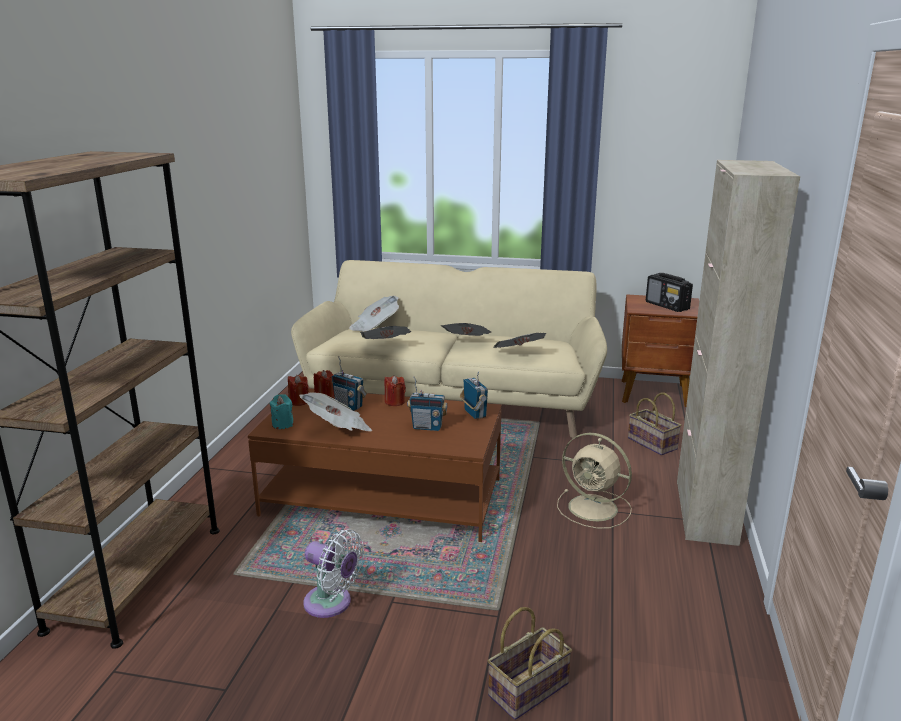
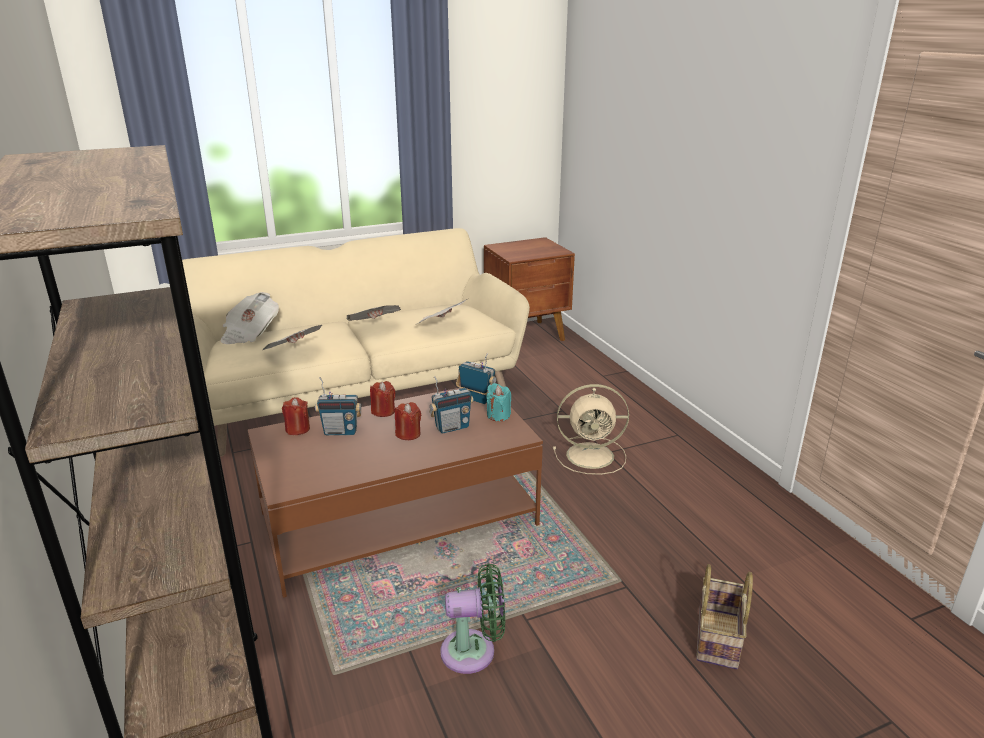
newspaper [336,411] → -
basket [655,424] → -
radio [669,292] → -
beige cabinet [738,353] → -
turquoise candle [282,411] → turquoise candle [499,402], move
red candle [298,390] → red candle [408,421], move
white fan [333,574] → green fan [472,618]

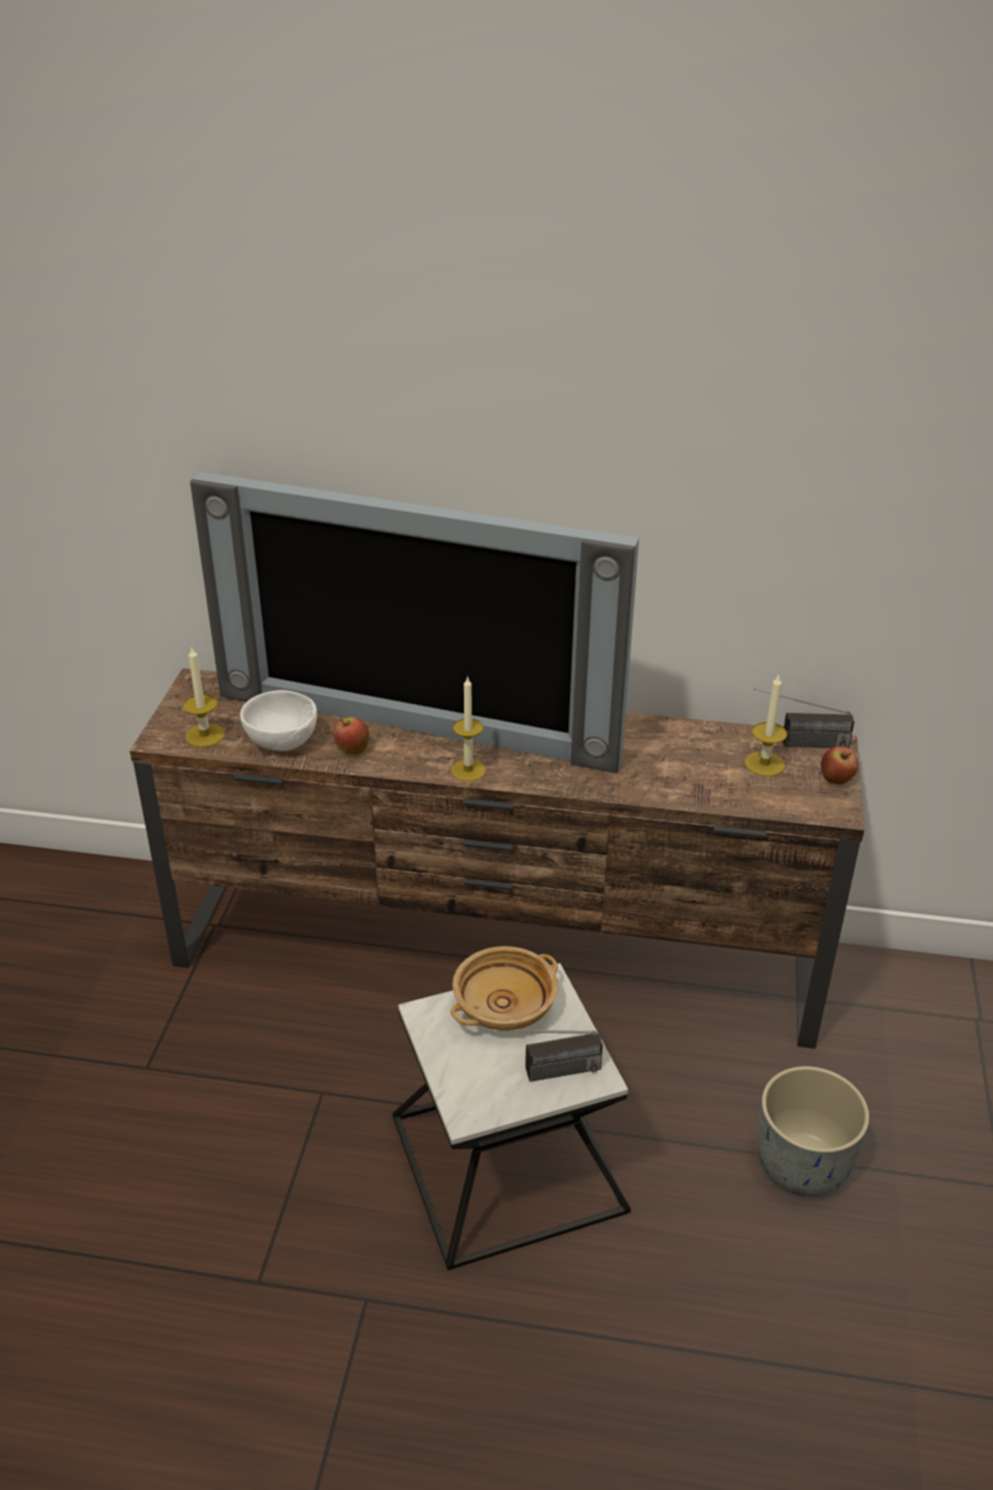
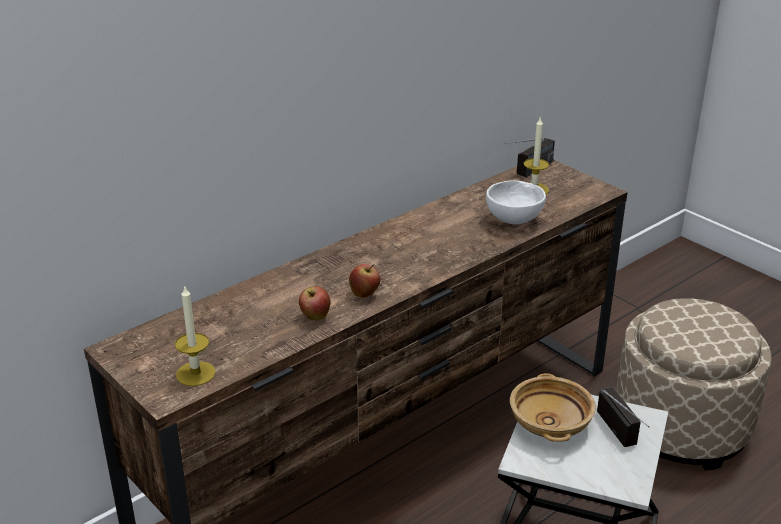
television [414,622] → -
candle [468,729] → -
white bowl [278,720] → white bowl [516,202], move
apple [839,765] → apple [365,281], move
grey planter [813,1131] → beige ottoman [693,384]
radio [544,1056] → radio [623,417], 45 degrees counterclockwise

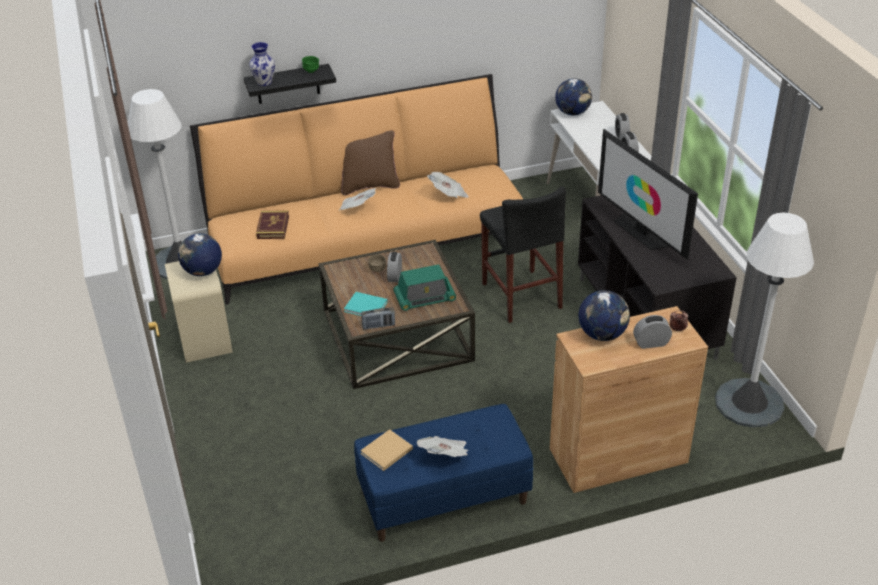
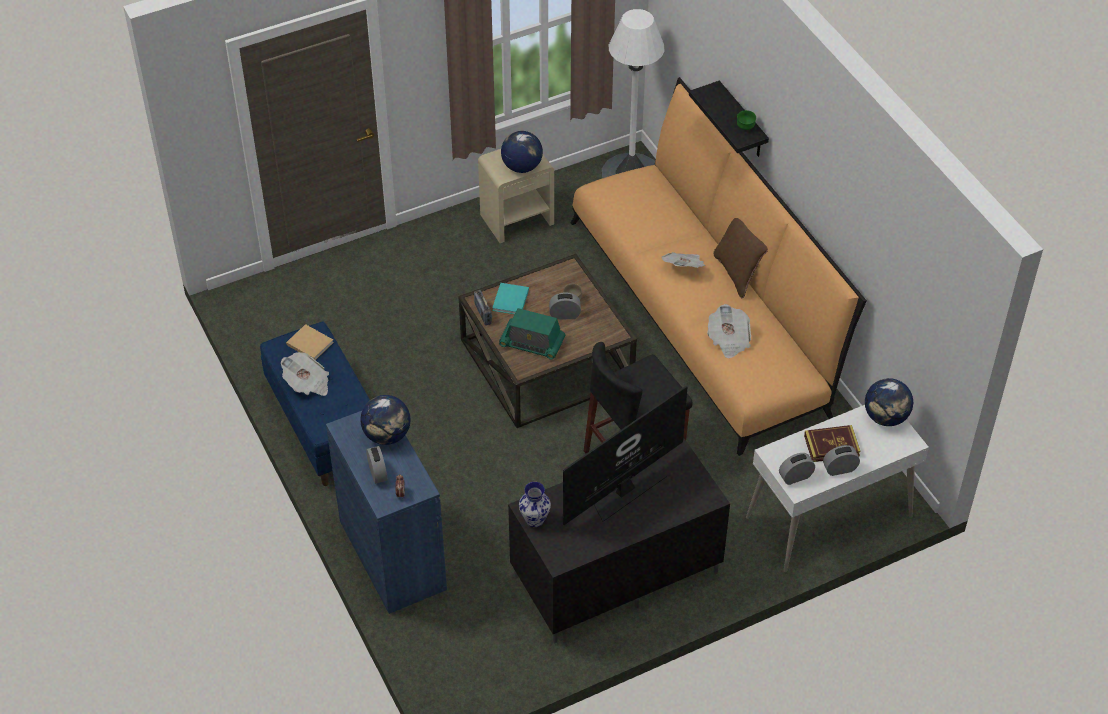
white floor lamp [764,320] → -
vase [262,64] → vase [535,504], move
book [272,224] → book [832,443], move
brown cabinet [629,399] → blue cabinet [386,512]
radio [424,287] → radio [532,334], 45 degrees counterclockwise

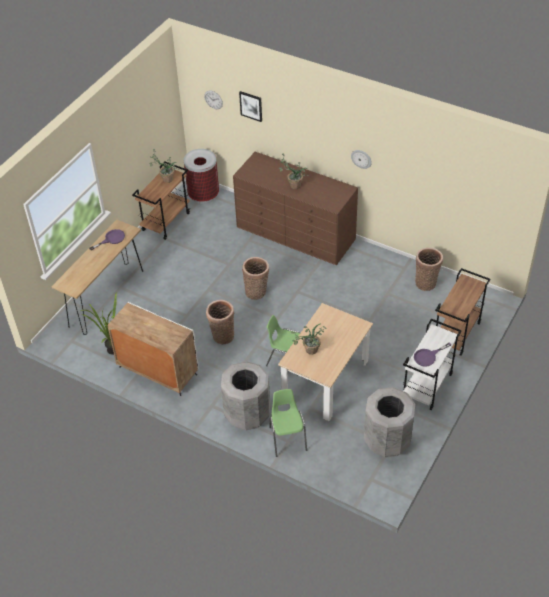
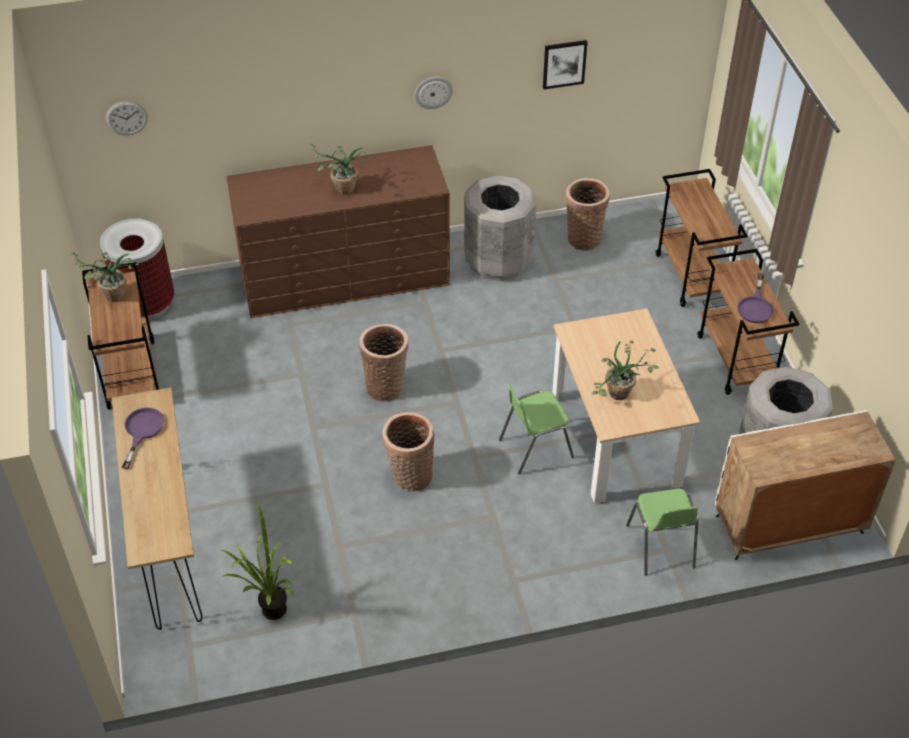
white cabinet [153,349] → white cabinet [805,485], move
grey trash can [245,396] → grey trash can [500,228], move
picture [250,106] → picture [565,64], move
white cart [432,364] → brown cart [748,322]
green chair [288,423] → green chair [662,532], 135 degrees counterclockwise

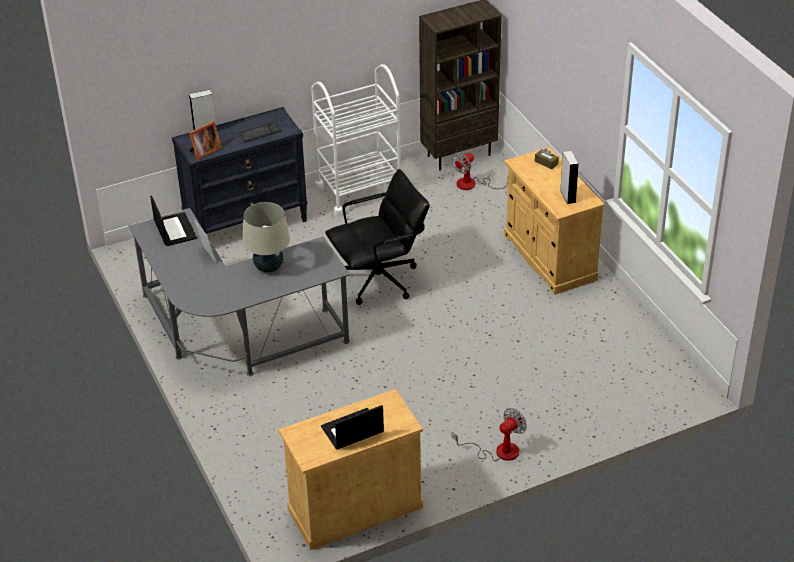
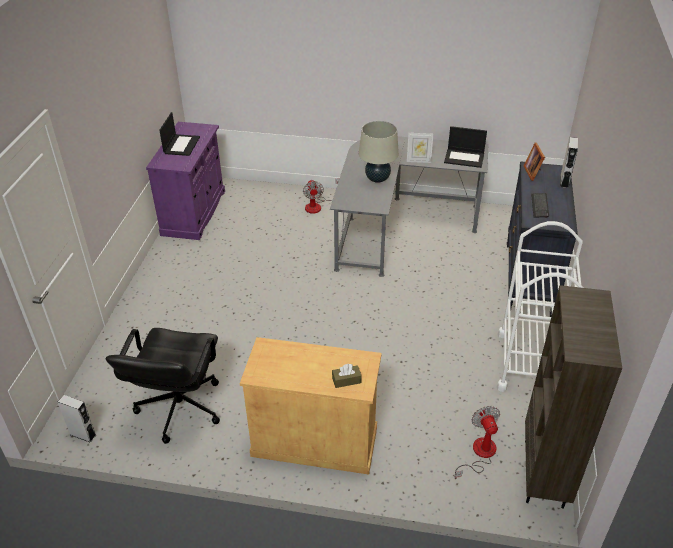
black office chair [377,237] → black office chair [163,386], move
fan [489,434] → fan [321,196], move
grey speaker [569,177] → grey speaker [77,419], move
beige cabinet [350,469] → purple cabinet [185,181]

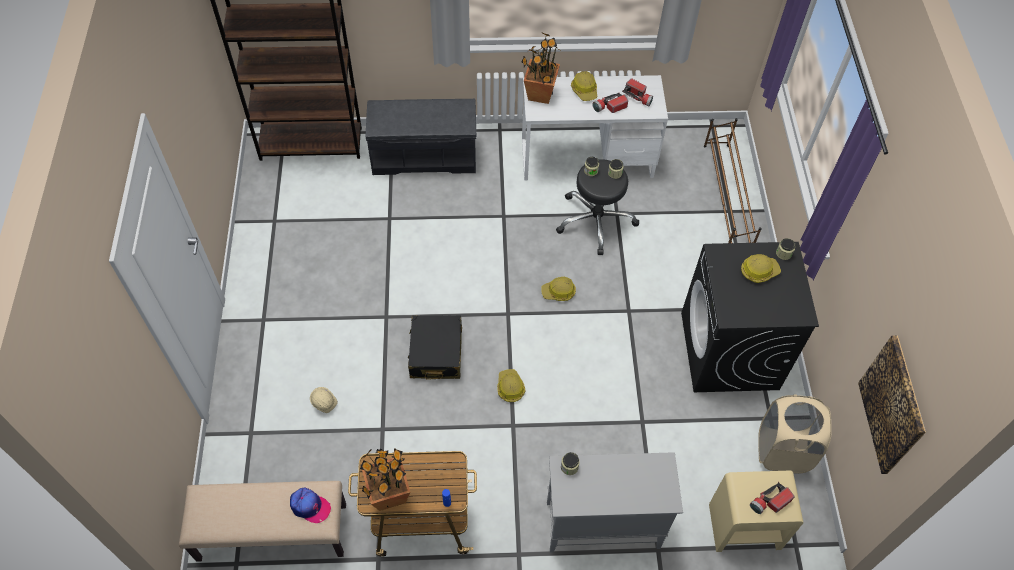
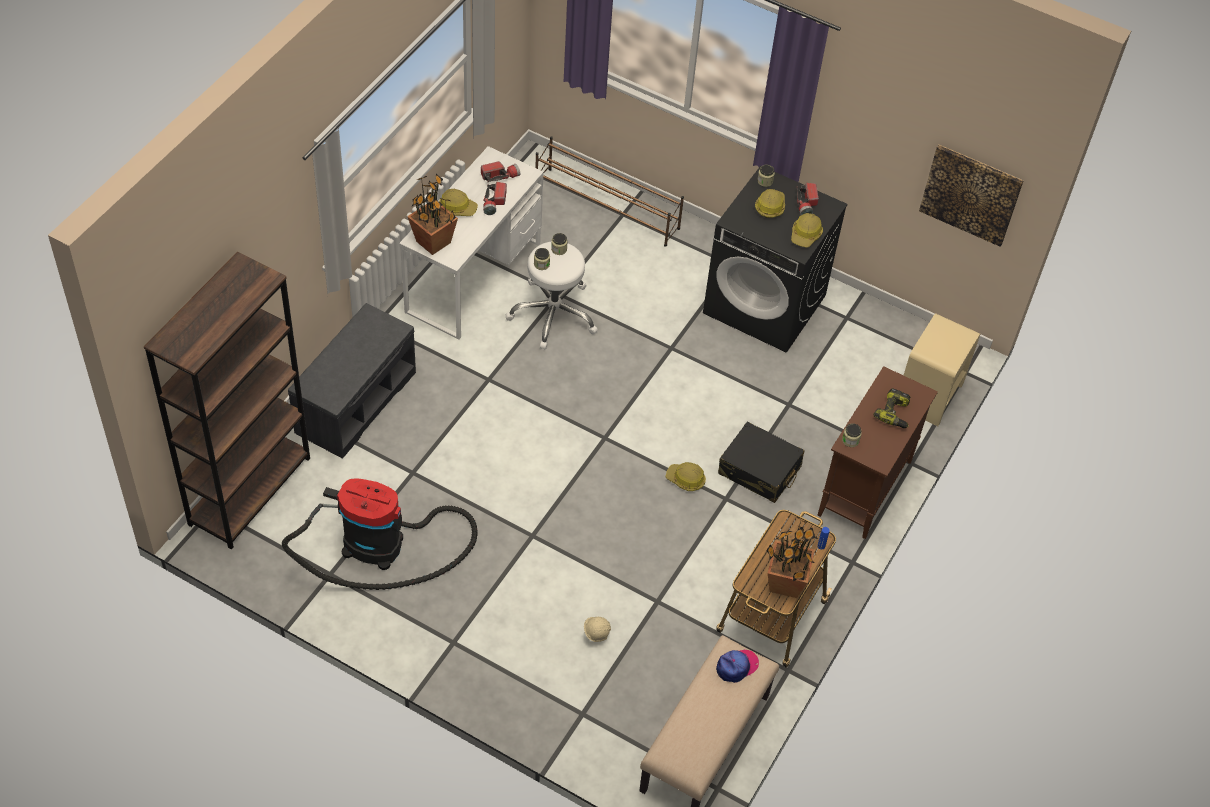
beige laundry basket [795,434] → -
- → vacuum cleaner [380,534]
- → power drill [891,408]
black suitcase [435,347] → black suitcase [761,462], move
hard hat [558,289] → hard hat [807,230], move
flashlight [772,498] → flashlight [807,199], move
grey cabinet [615,502] → brown cabinet [878,452]
black stool [597,207] → white stool [552,295]

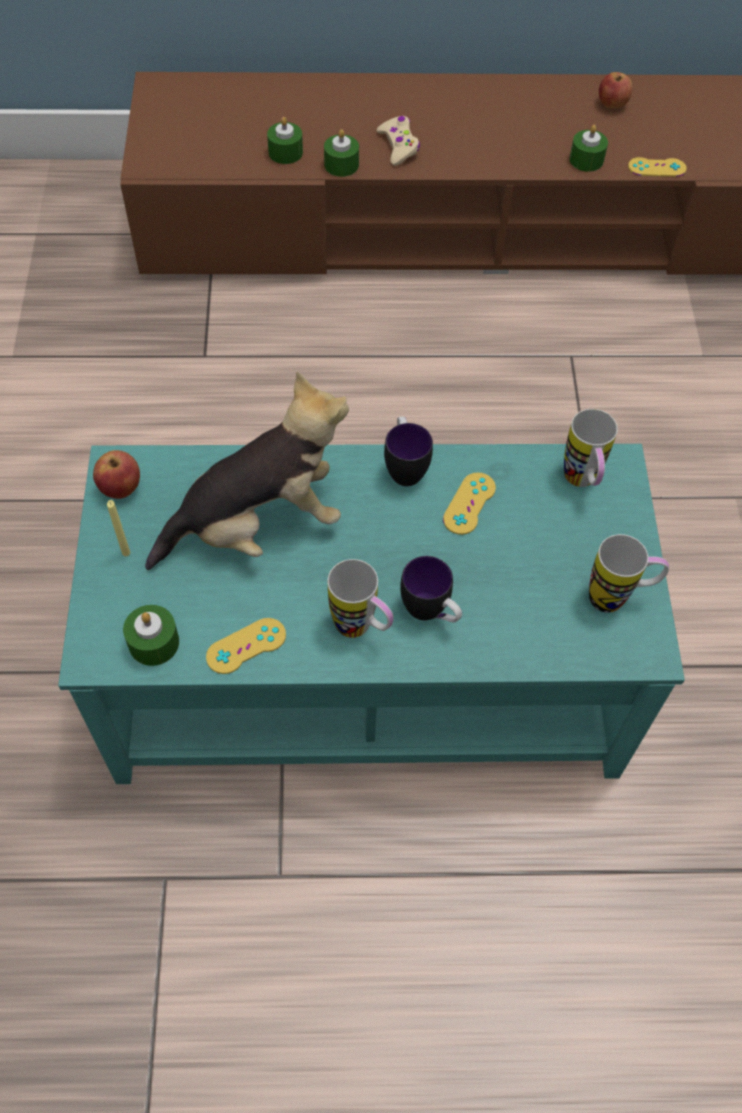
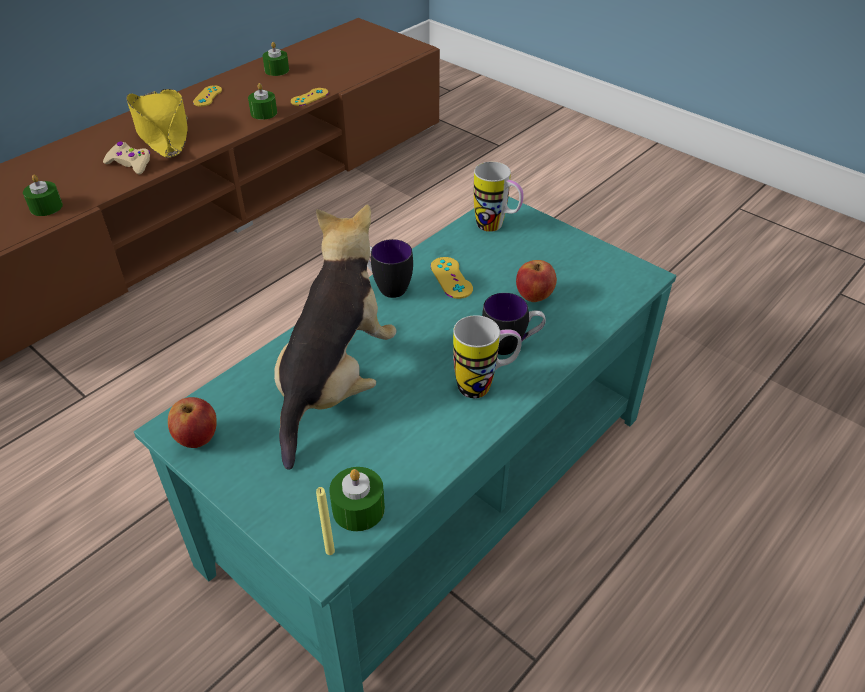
mug [629,573] → -
- → yellow hat [157,123]
yellow candle [118,528] → yellow candle [325,521], move
yellow game controller [246,646] → yellow game controller [207,96], move
green candle [341,153] → green candle [276,59], move
apple [615,90] → apple [536,281], move

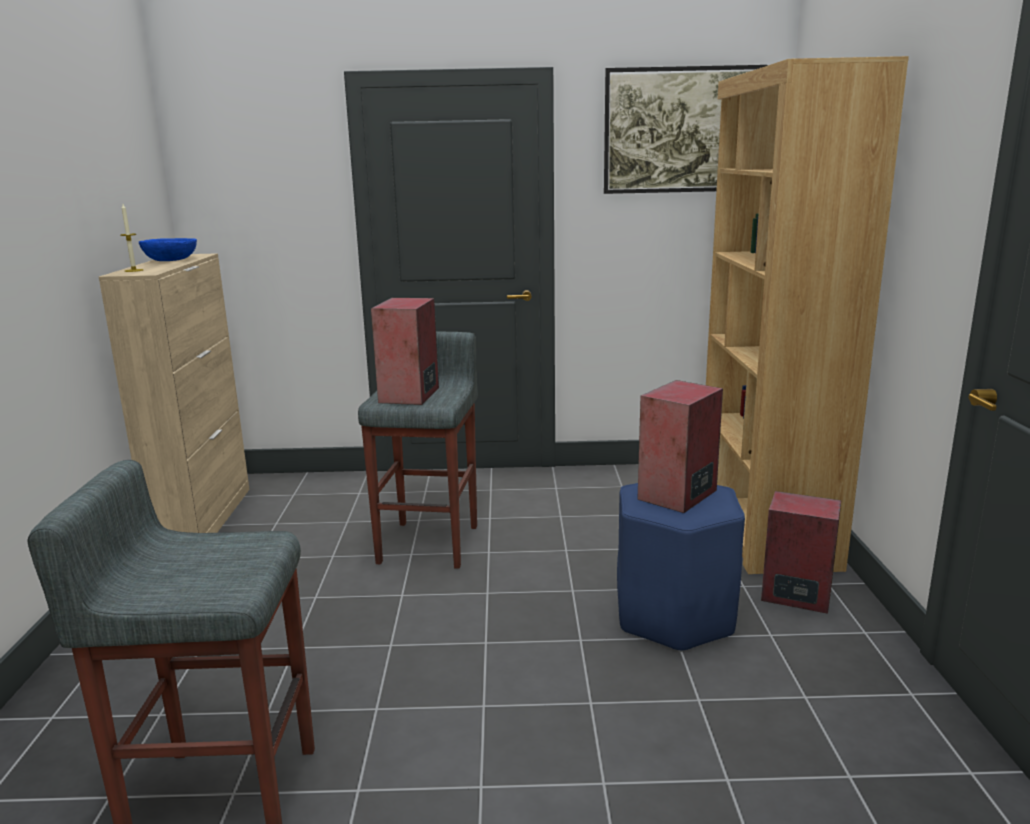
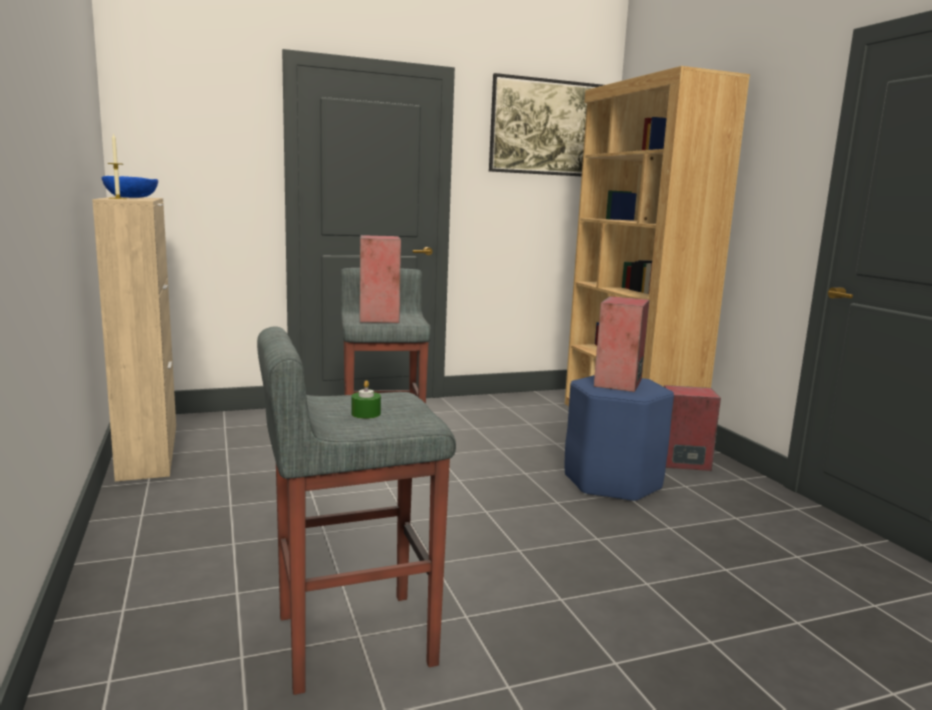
- → green candle [366,399]

